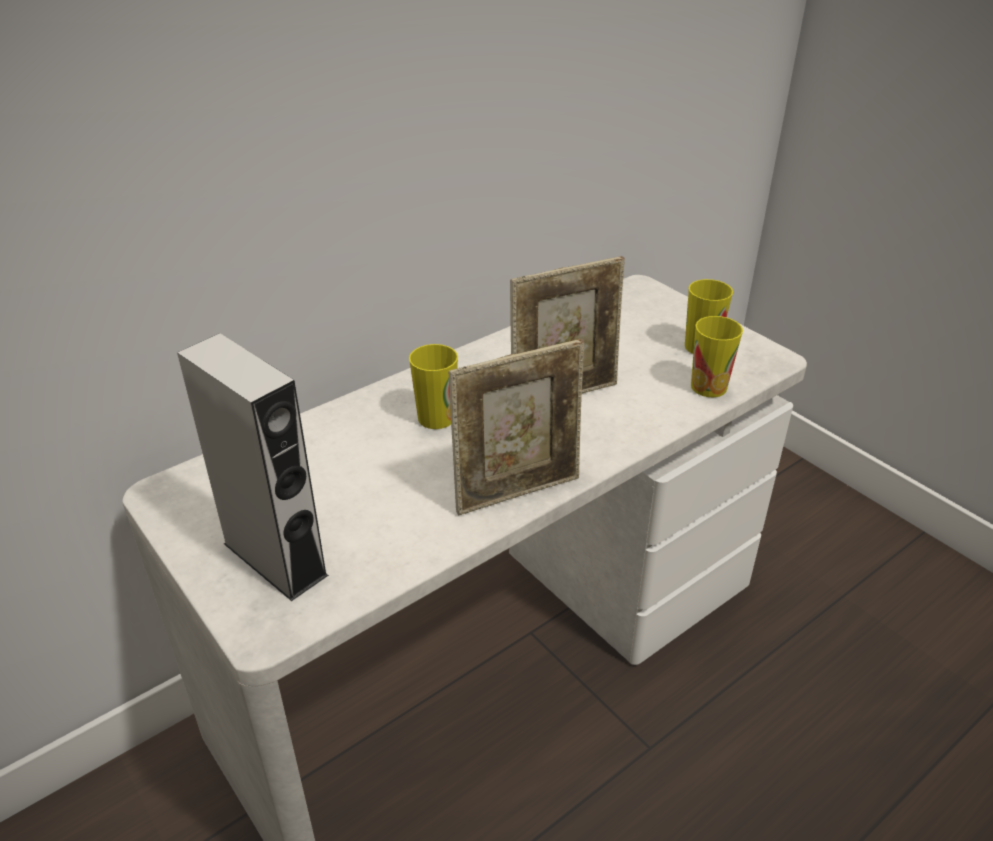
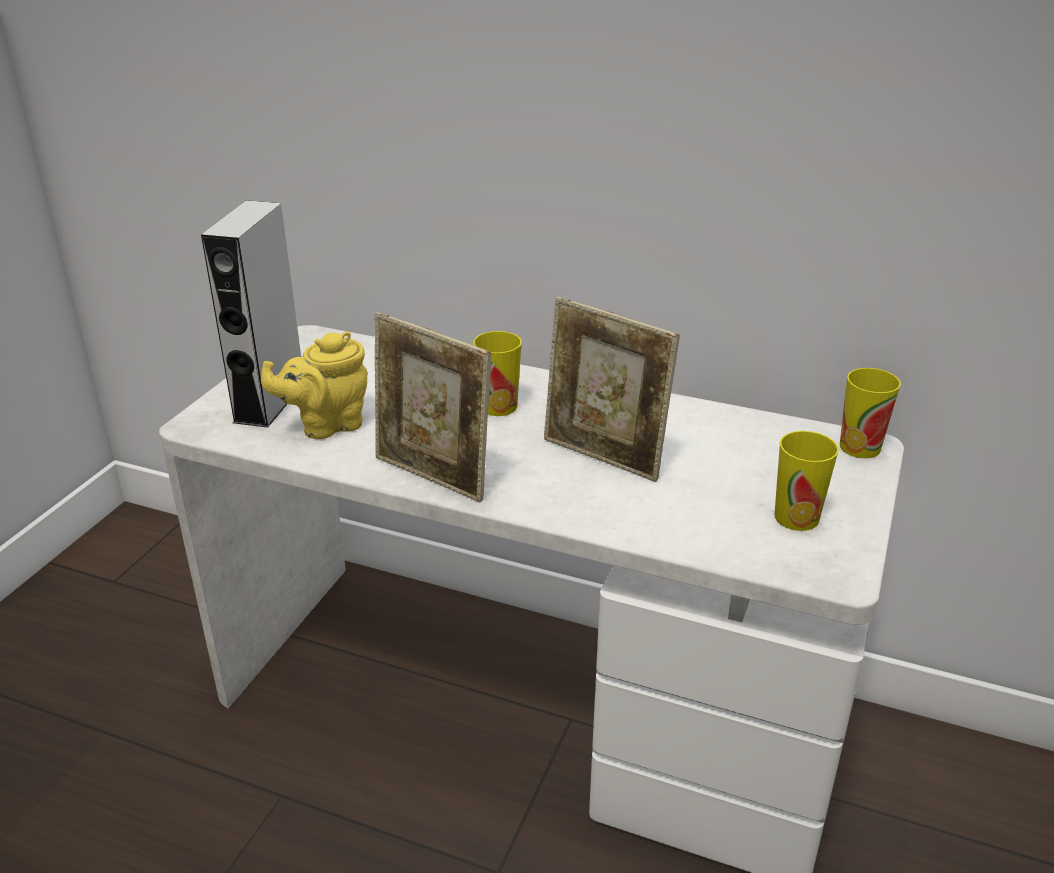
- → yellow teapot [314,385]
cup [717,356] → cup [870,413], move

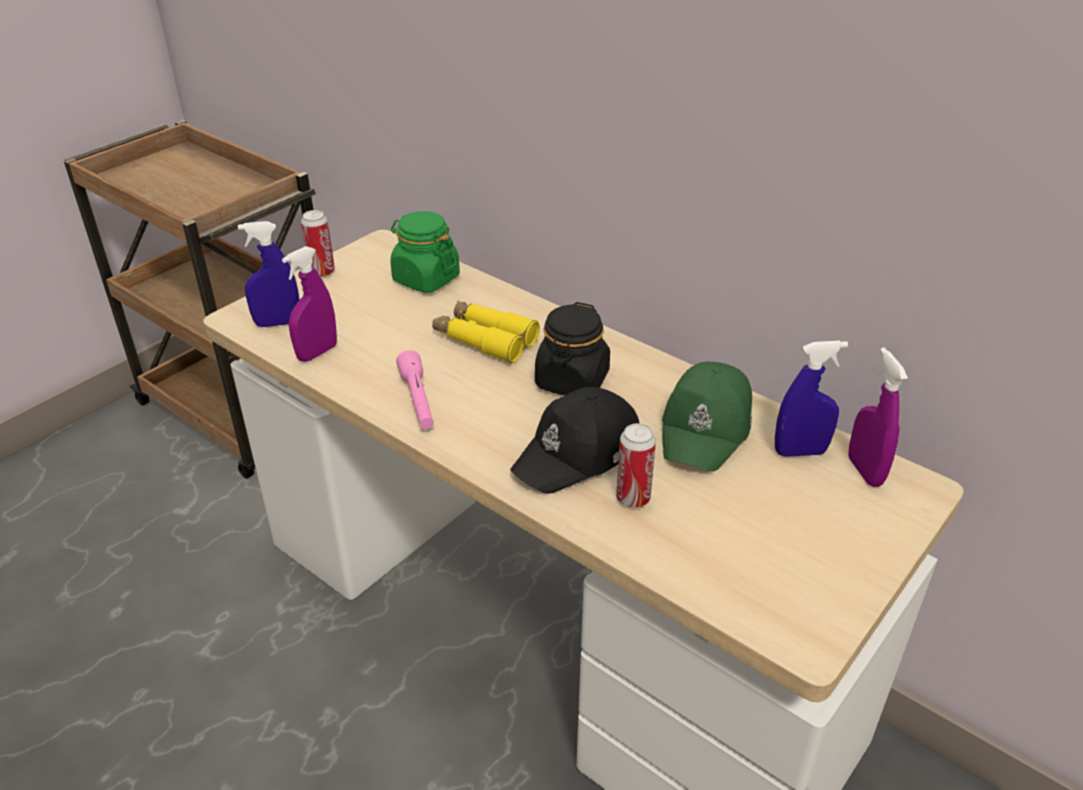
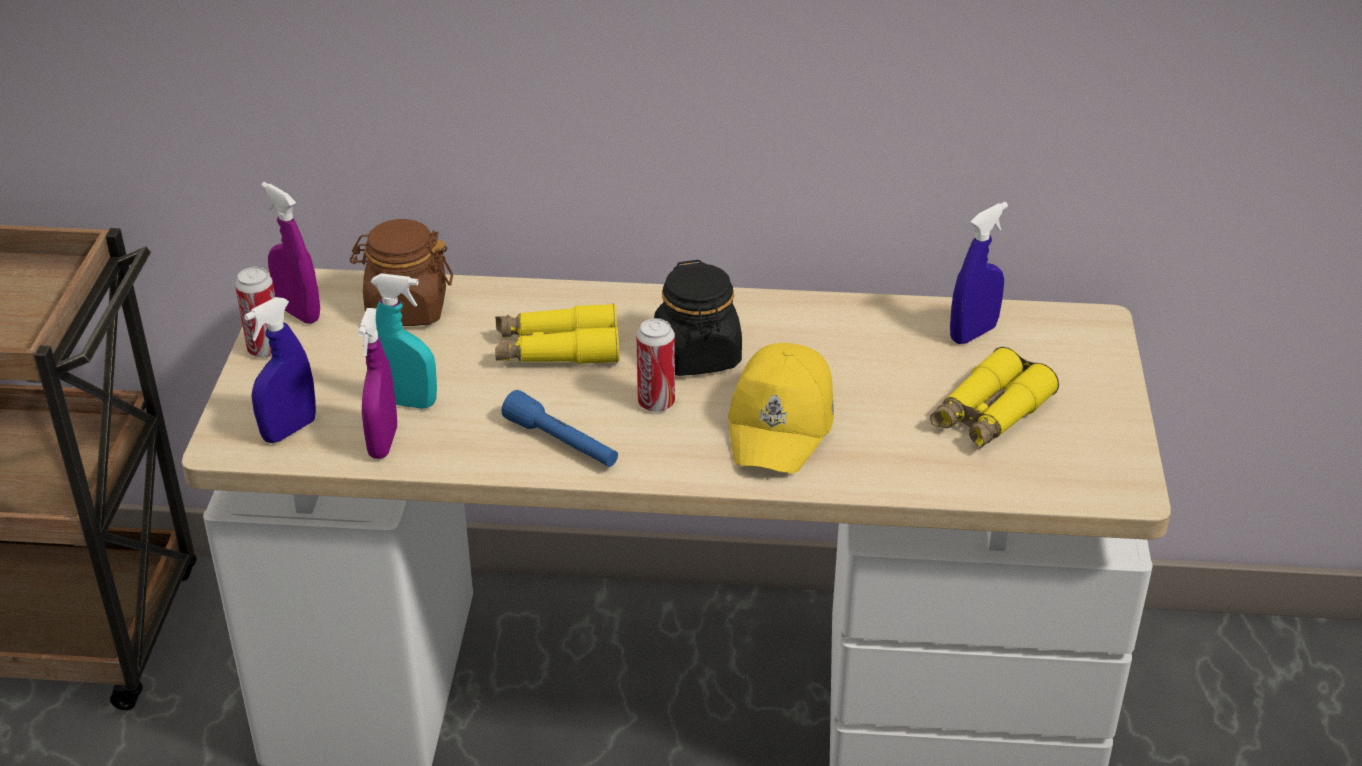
green cap [707,417] → -
- → turquoise spray bottle [404,341]
- → yellow binoculars [994,398]
can [636,465] → can [655,365], move
purple spray bottle [878,417] → purple spray bottle [291,253], move
green jar [425,252] → brown jar [401,272]
pink flashlight [415,389] → blue flashlight [559,428]
black cap [574,440] → yellow cap [781,408]

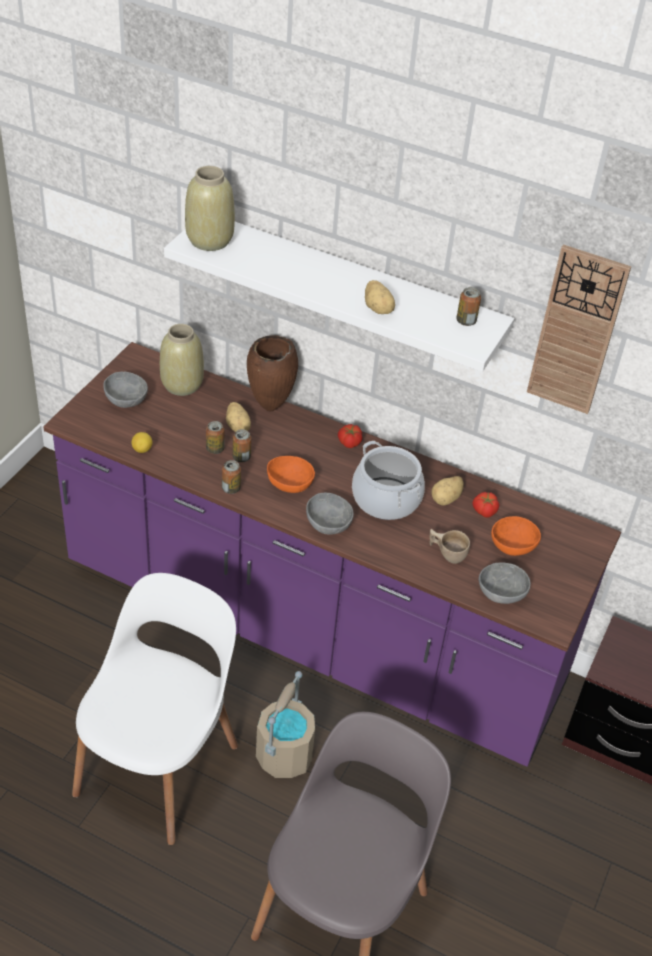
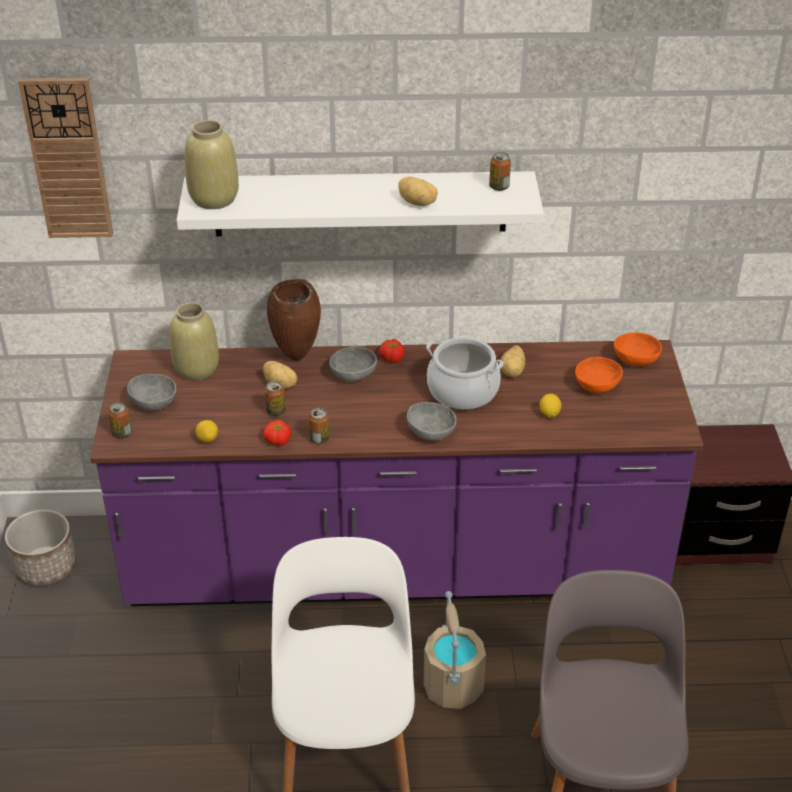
- → planter [40,548]
can [242,445] → can [120,420], move
orange bowl [291,474] → orange bowl [638,349], move
tomato [486,504] → tomato [277,432], move
grey bowl [505,583] → grey bowl [353,364], move
wall clock [579,329] → wall clock [65,158], move
beige cup [449,546] → lemon [550,406]

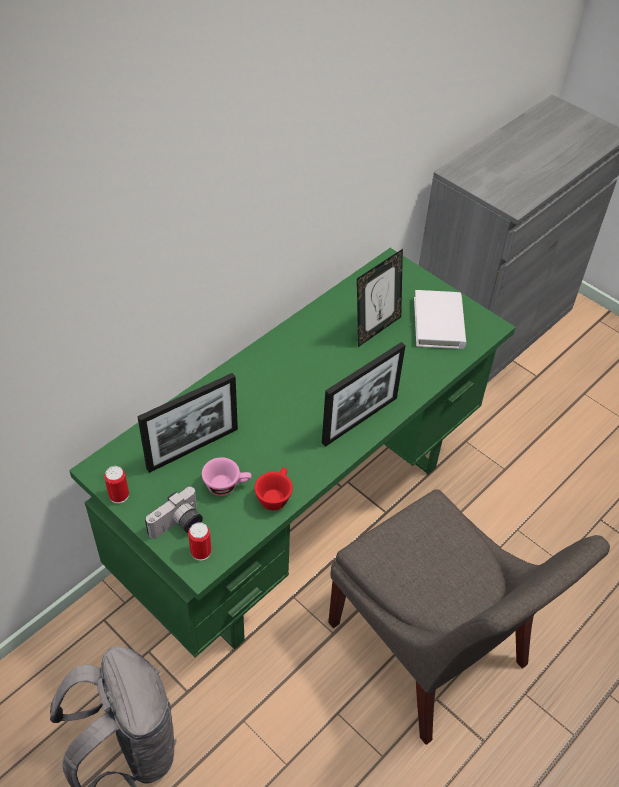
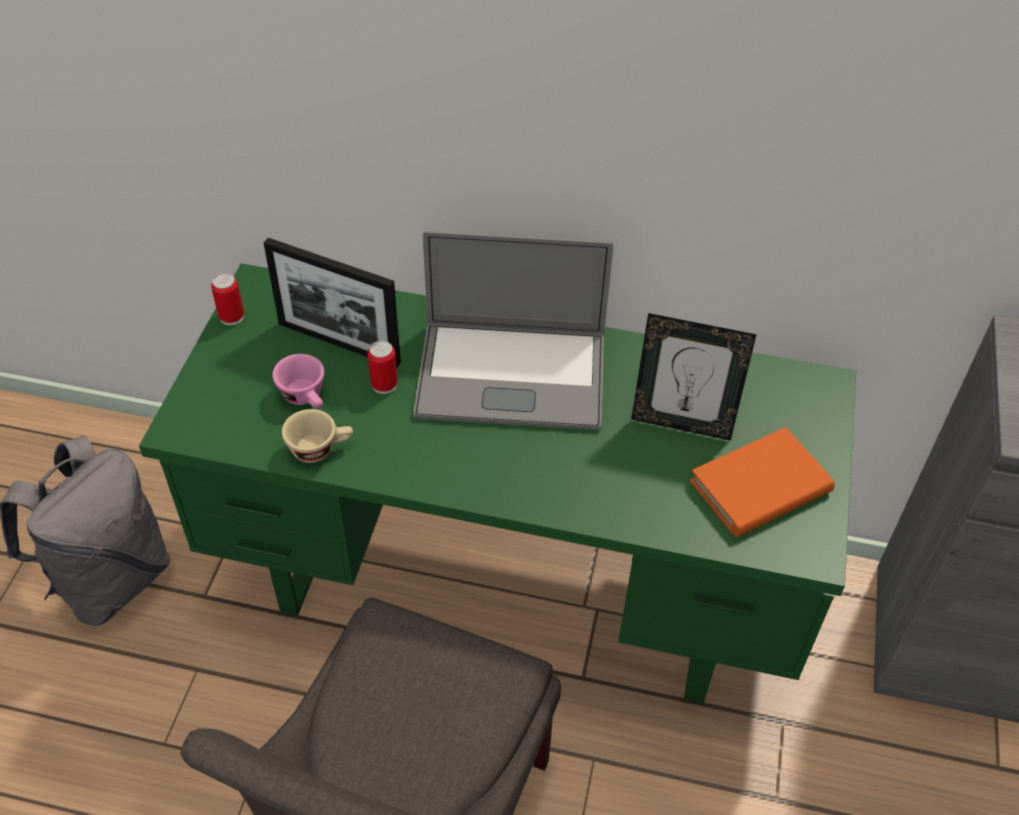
photo camera [174,513] → -
picture frame [364,394] → -
- → laptop [513,330]
can [200,541] → can [383,367], move
red cup [273,488] → beige cup [317,436]
white book [440,319] → orange book [762,482]

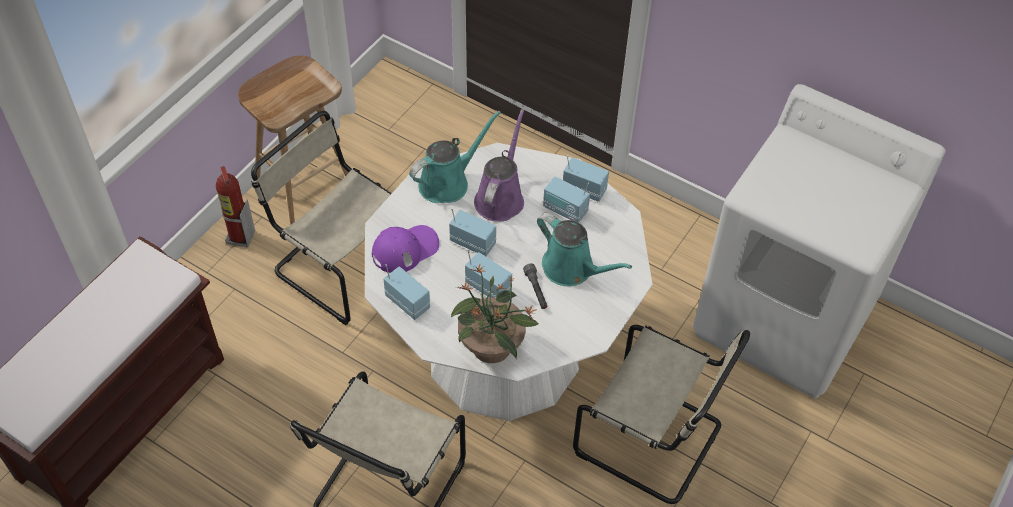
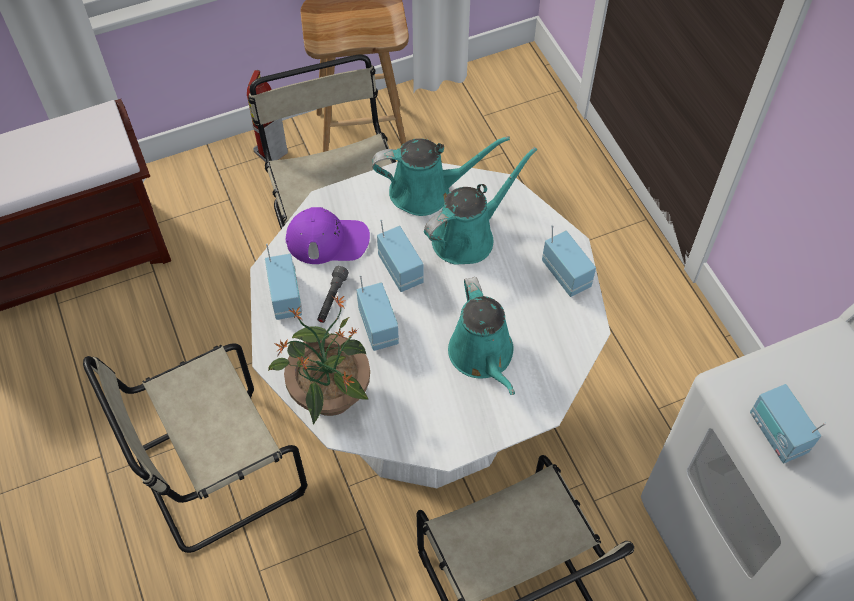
grey flashlight [535,286] → grey flashlight [333,294], move
radio [566,199] → radio [788,424], move
purple watering can [499,165] → turquoise watering can [481,206]

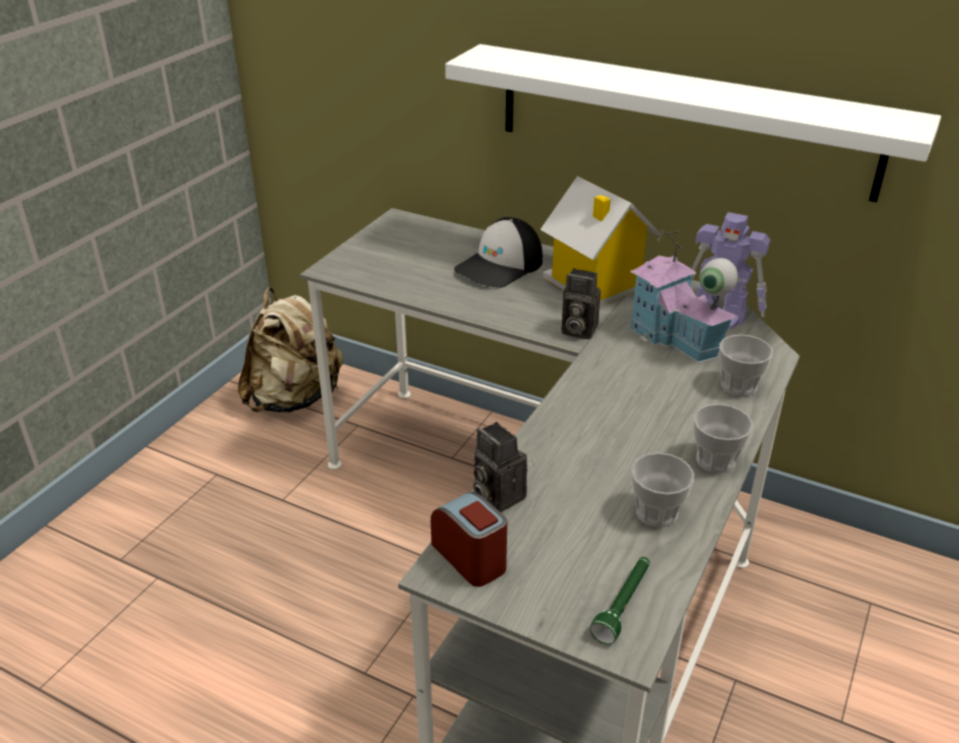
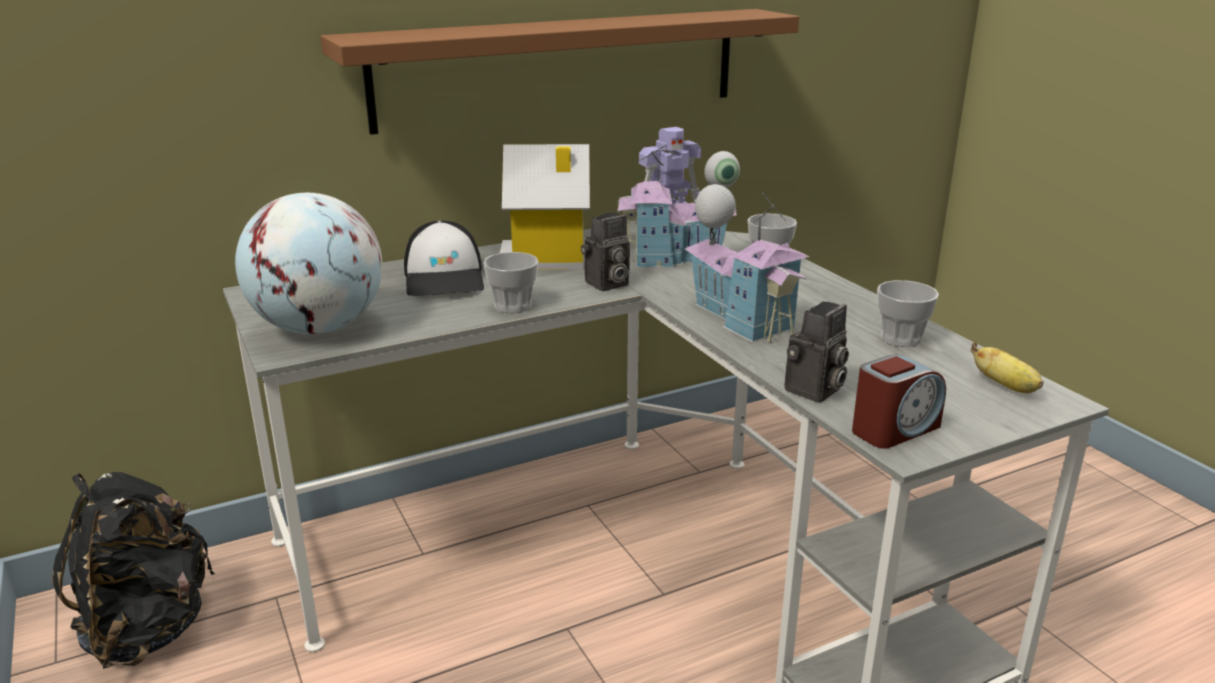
- → globe [308,263]
- → toy house [747,263]
cup [723,438] → cup [511,282], move
green flashlight [620,600] → banana [1007,367]
beige backpack [291,349] → black backpack [133,570]
white shelf [693,123] → brown shelf [560,72]
alarm clock [469,539] → alarm clock [899,401], 150 degrees clockwise
photo camera [500,467] → photo camera [817,352], 45 degrees counterclockwise

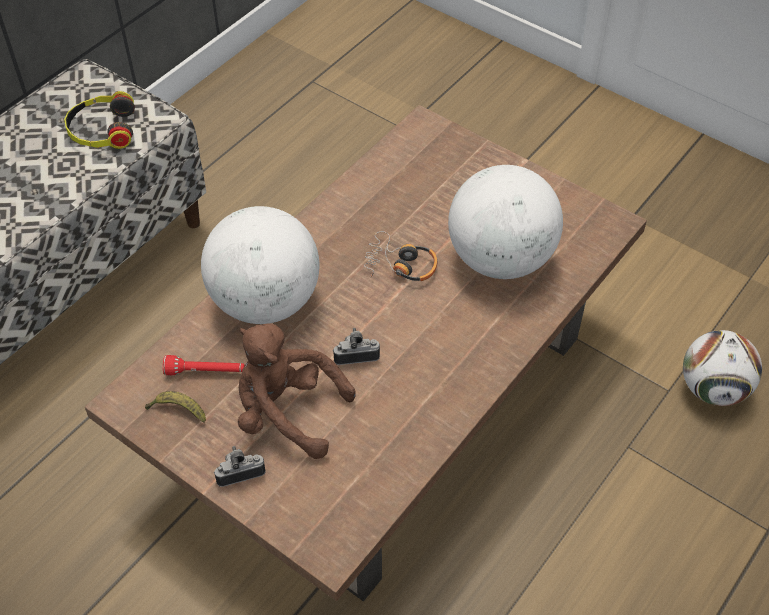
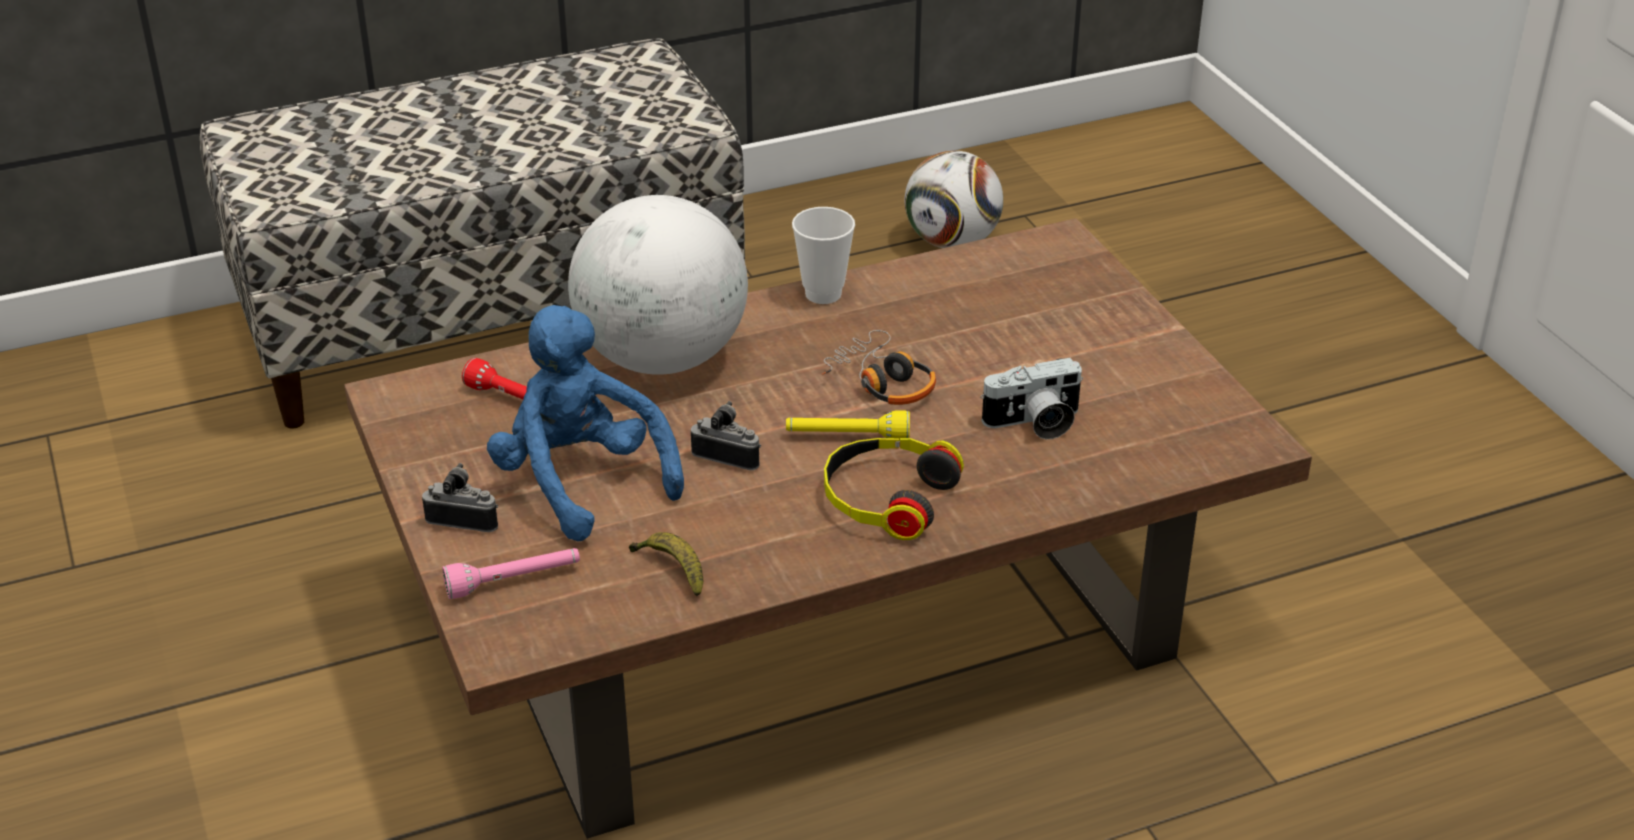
- → pink flashlight [511,573]
- → yellow flashlight [848,425]
- → cup [823,255]
headphones [99,120] → headphones [894,489], move
banana [175,407] → banana [666,564], move
football [722,368] → football [954,199], move
globe [505,222] → photo camera [1031,398]
brown plush toy [297,391] → blue plush toy [585,423]

